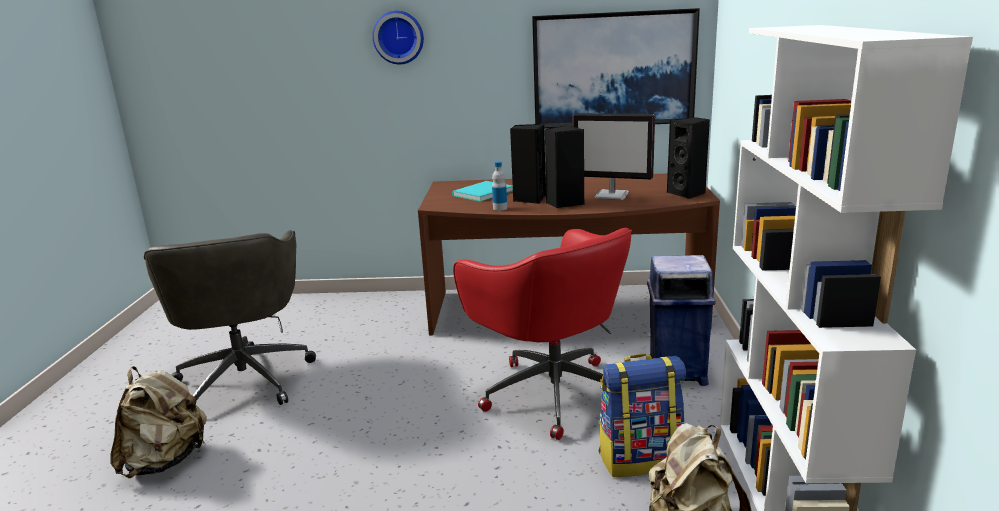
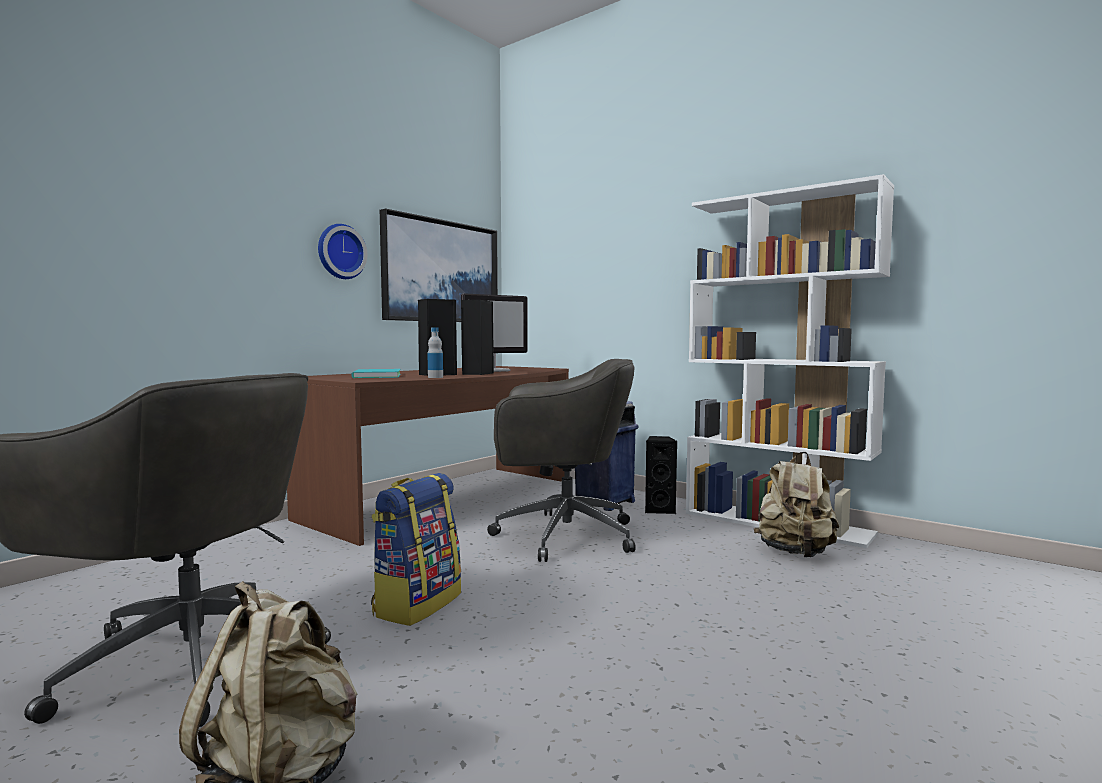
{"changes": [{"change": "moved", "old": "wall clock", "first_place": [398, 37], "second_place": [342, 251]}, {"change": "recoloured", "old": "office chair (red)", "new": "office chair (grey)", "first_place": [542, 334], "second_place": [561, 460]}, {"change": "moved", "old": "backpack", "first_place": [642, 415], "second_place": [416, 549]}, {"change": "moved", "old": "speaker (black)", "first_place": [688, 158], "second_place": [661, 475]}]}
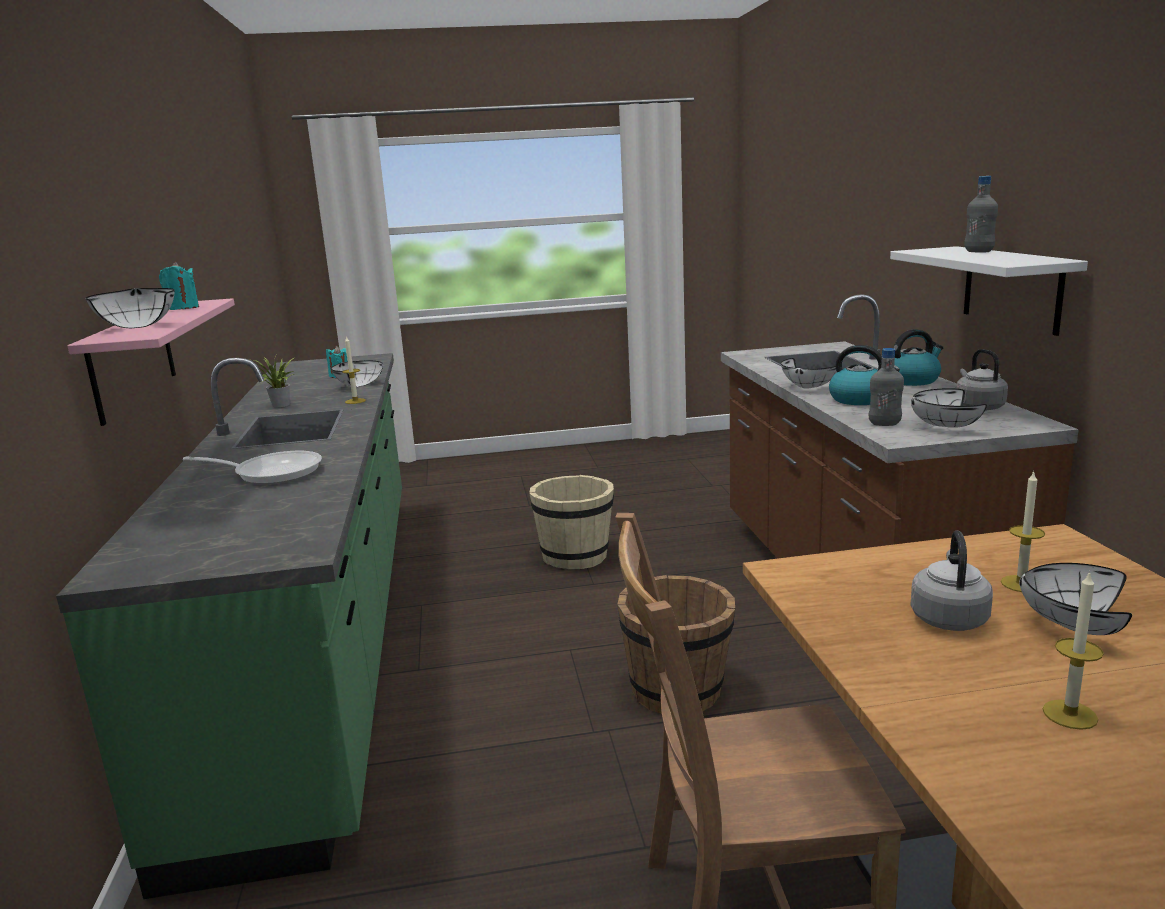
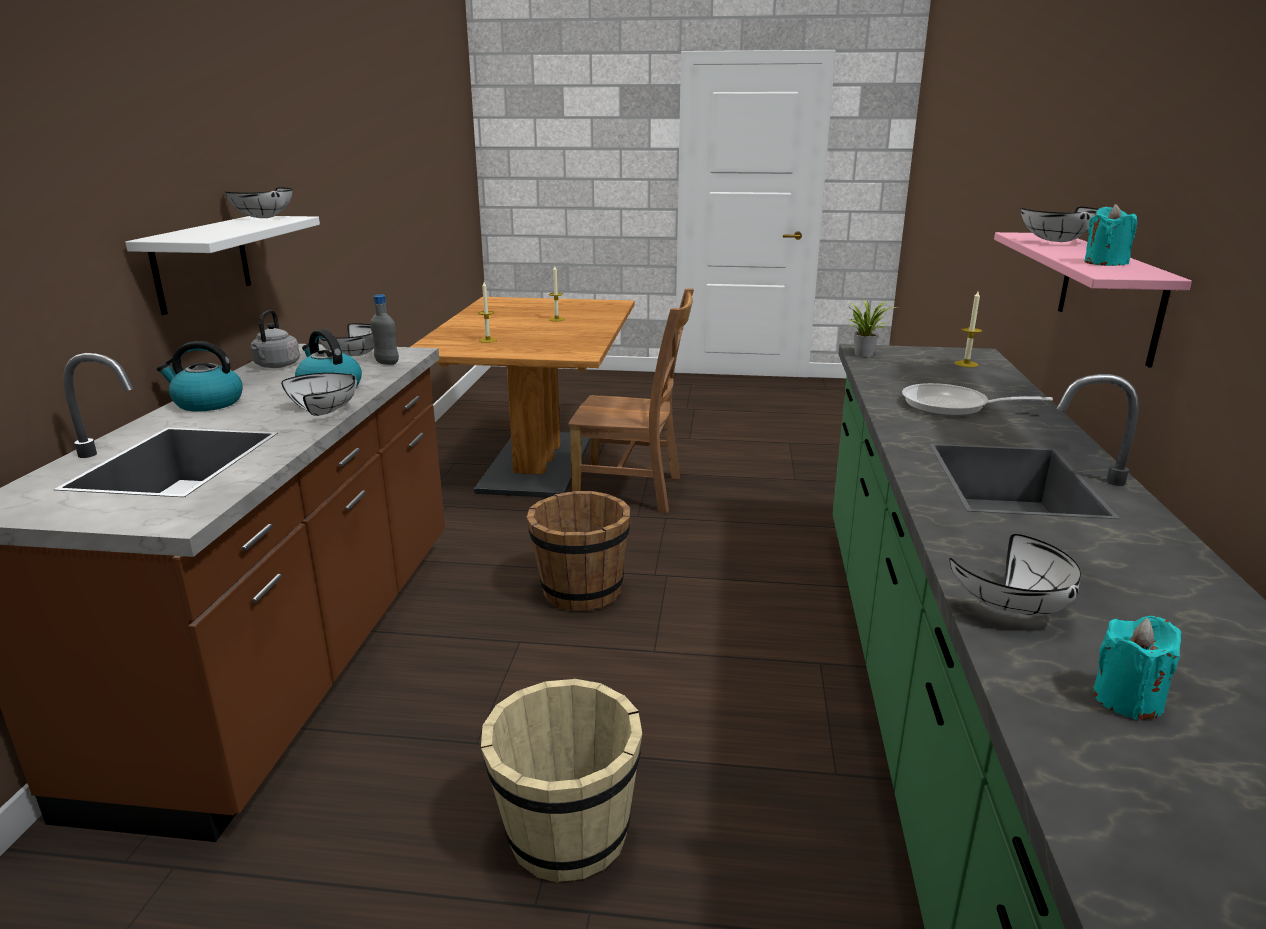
{"changes": [{"change": "moved", "old": "potted plant", "first_place": [274, 381], "second_place": [872, 328]}, {"change": "moved", "old": "candle", "first_place": [354, 370], "second_place": [968, 329]}, {"change": "removed", "old": "kettle (grey)", "first_place": [951, 581]}, {"change": "removed", "old": "bottle (grey)", "first_place": [981, 214]}, {"change": "moved", "old": "bowl (white)", "first_place": [1075, 599], "second_place": [258, 202]}]}
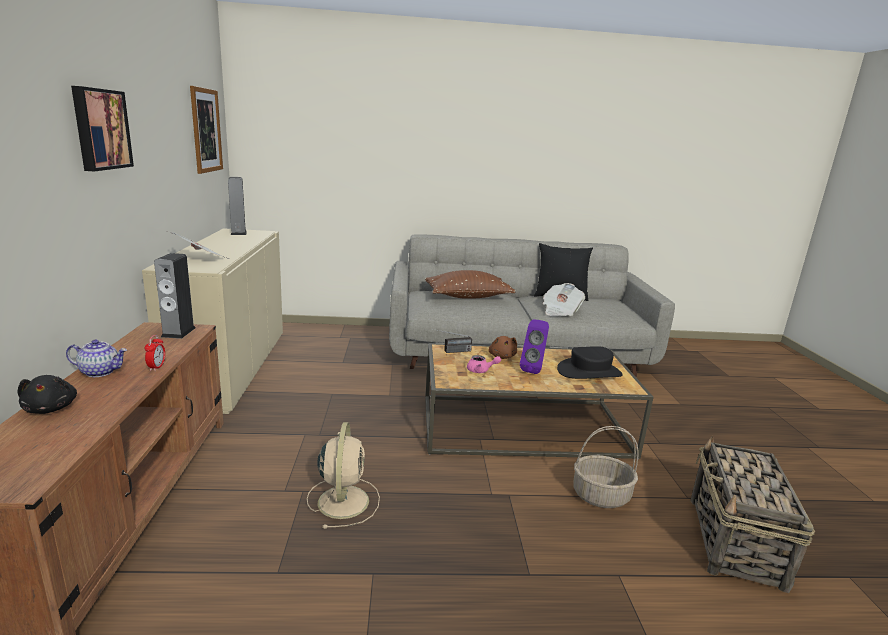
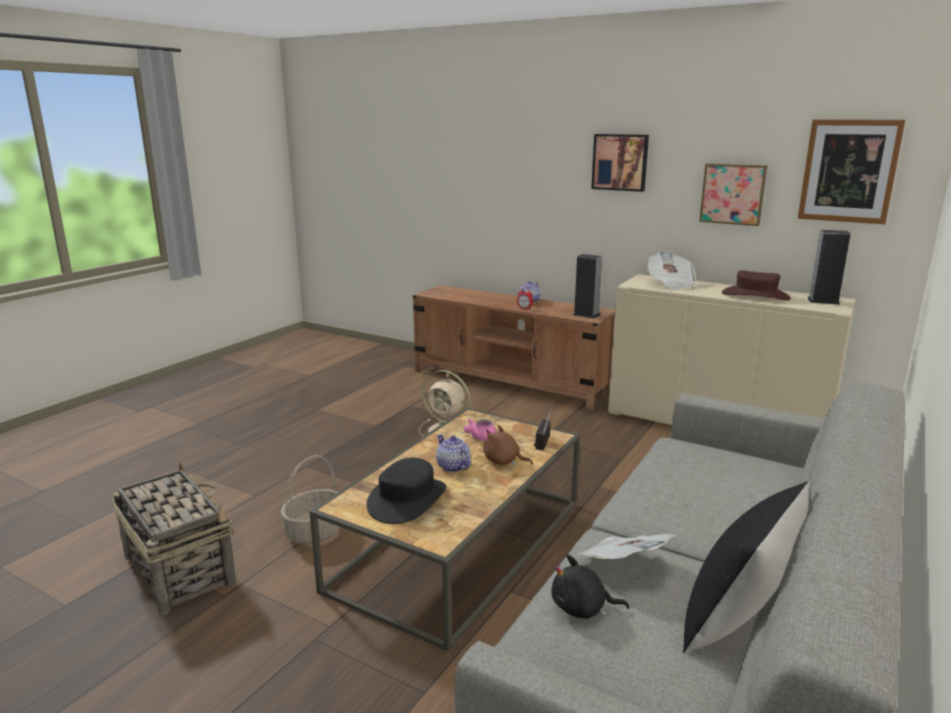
{"changes": [{"change": "moved", "old": "plush toy (black)", "first_place": [47, 394], "second_place": [590, 587]}, {"change": "removed", "old": "pillow (brown)", "first_place": [470, 284]}, {"change": "replaced", "old": "speaker (purple)", "new": "teapot", "first_place": [534, 346], "second_place": [453, 453]}, {"change": "added", "new": "picture", "second_place": [733, 194]}, {"change": "added", "new": "hat (brown)", "second_place": [756, 285]}]}
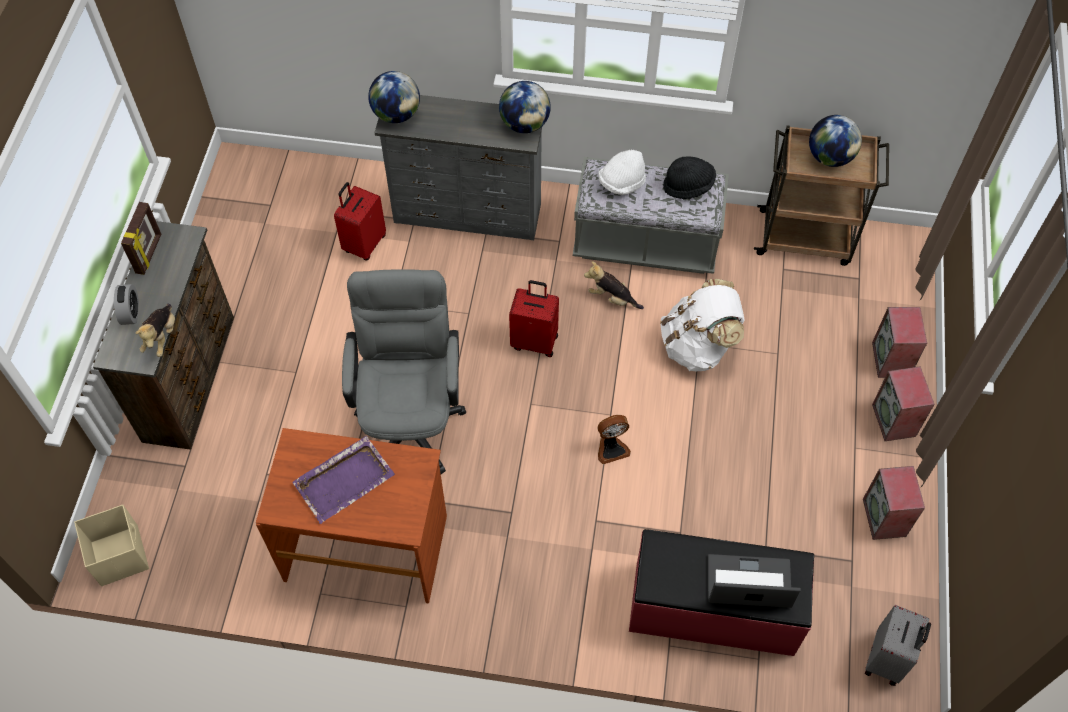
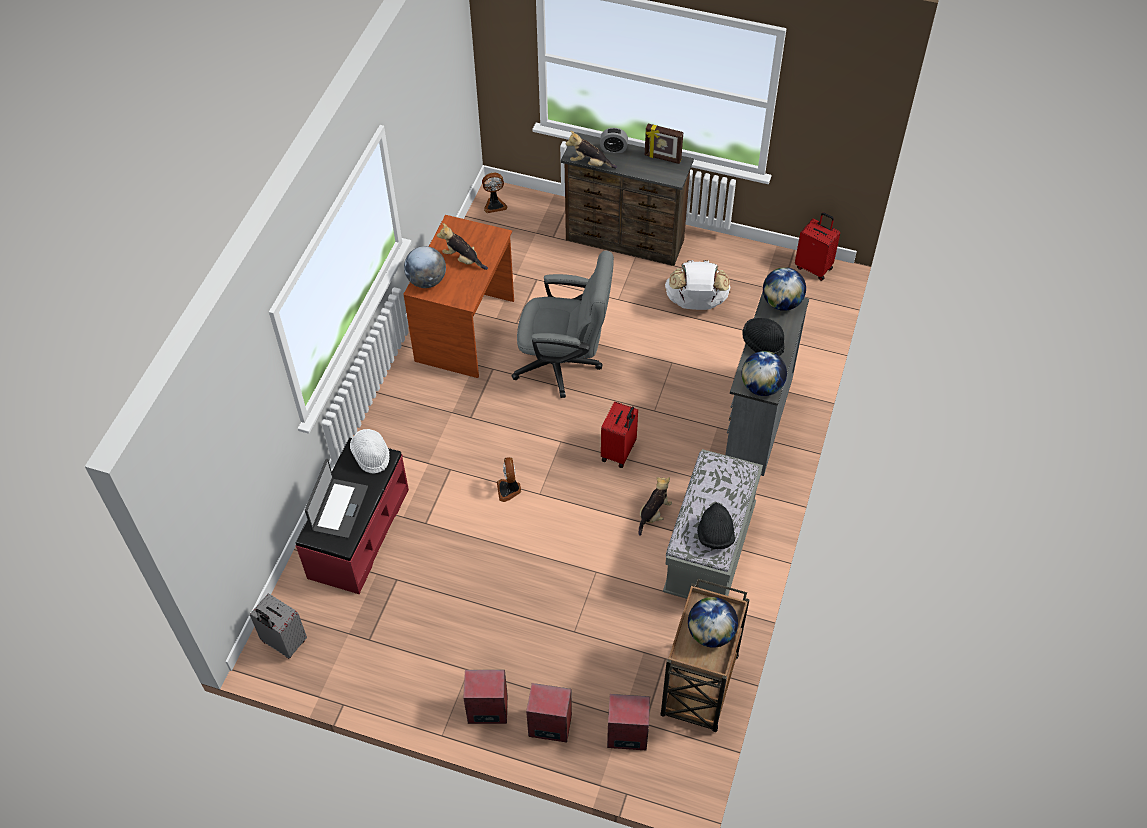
{"changes": [{"change": "replaced", "old": "storage box (beige)", "new": "fan", "first_place": [111, 545], "second_place": [495, 193]}, {"change": "replaced", "old": "tray (purple)", "new": "plush toy", "first_place": [343, 480], "second_place": [462, 246]}, {"change": "moved", "old": "suitcase (red)", "first_place": [360, 221], "second_place": [817, 246]}, {"change": "moved", "old": "hat (white)", "first_place": [622, 172], "second_place": [370, 451]}, {"change": "moved", "old": "backpack (white)", "first_place": [702, 325], "second_place": [698, 285]}, {"change": "moved", "old": "speaker", "first_place": [894, 503], "second_place": [628, 722]}, {"change": "added", "new": "globe", "second_place": [425, 267]}, {"change": "added", "new": "hat (black)", "second_place": [763, 337]}]}
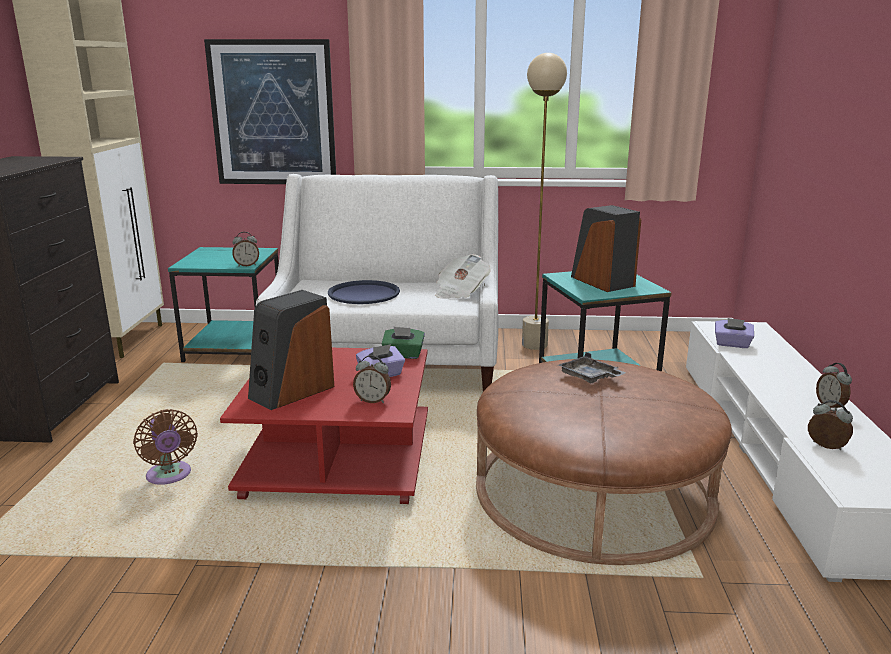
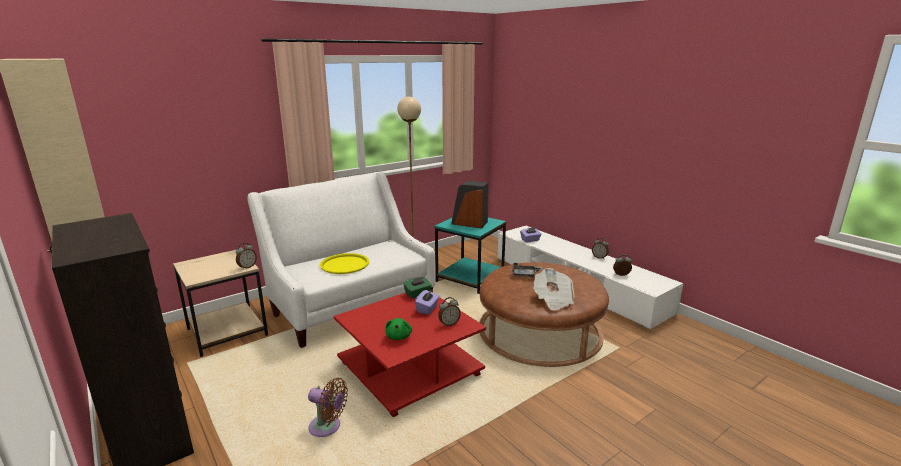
{"changes": [{"change": "recoloured", "old": "side table (turquoise)", "new": "side table (beige)", "first_place": [223, 304], "second_place": [220, 303]}, {"change": "removed", "old": "picture", "first_place": [270, 111]}, {"change": "replaced", "old": "speaker", "new": "plush toy (green)", "first_place": [291, 350], "second_place": [399, 329]}, {"change": "recoloured", "old": "tray (blue)", "new": "tray (yellow)", "first_place": [364, 292], "second_place": [344, 263]}, {"change": "moved", "old": "newspaper", "first_place": [462, 276], "second_place": [553, 289]}]}
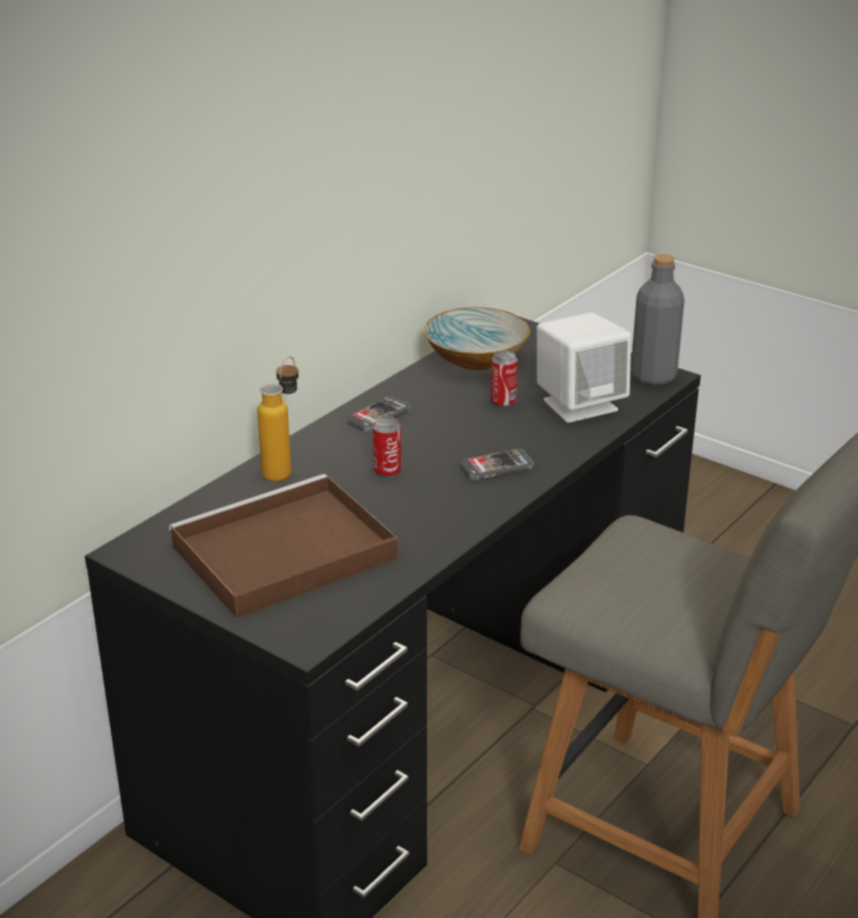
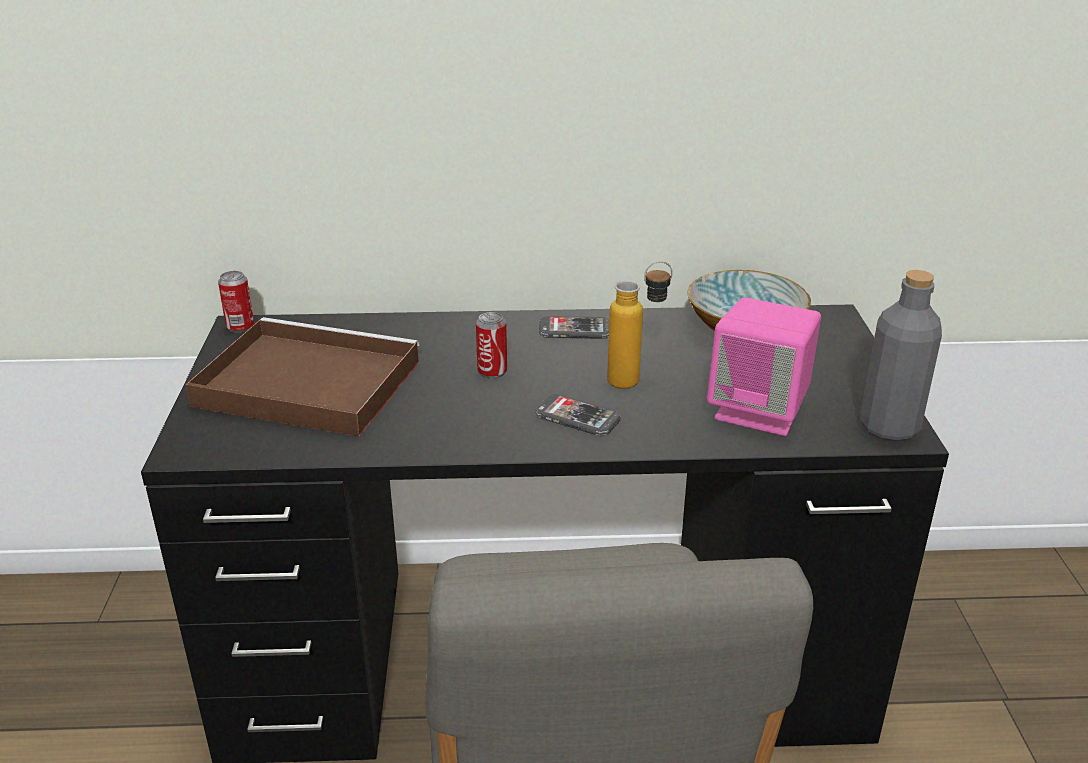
{"changes": [{"change": "moved", "old": "bottle", "first_place": [278, 419], "second_place": [640, 325]}, {"change": "moved", "old": "can", "first_place": [504, 379], "second_place": [236, 302]}, {"change": "recoloured", "old": "speaker (white)", "new": "speaker (pink)", "first_place": [584, 368], "second_place": [764, 366]}]}
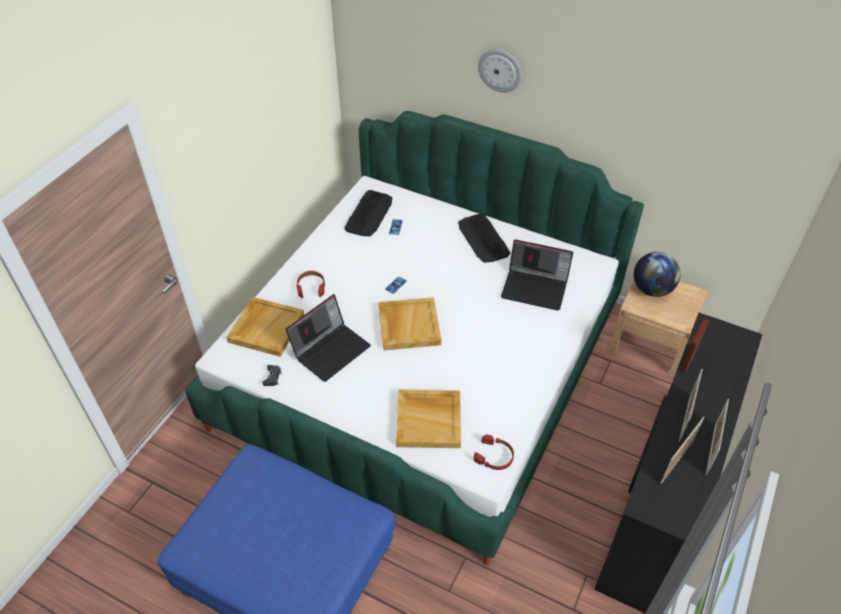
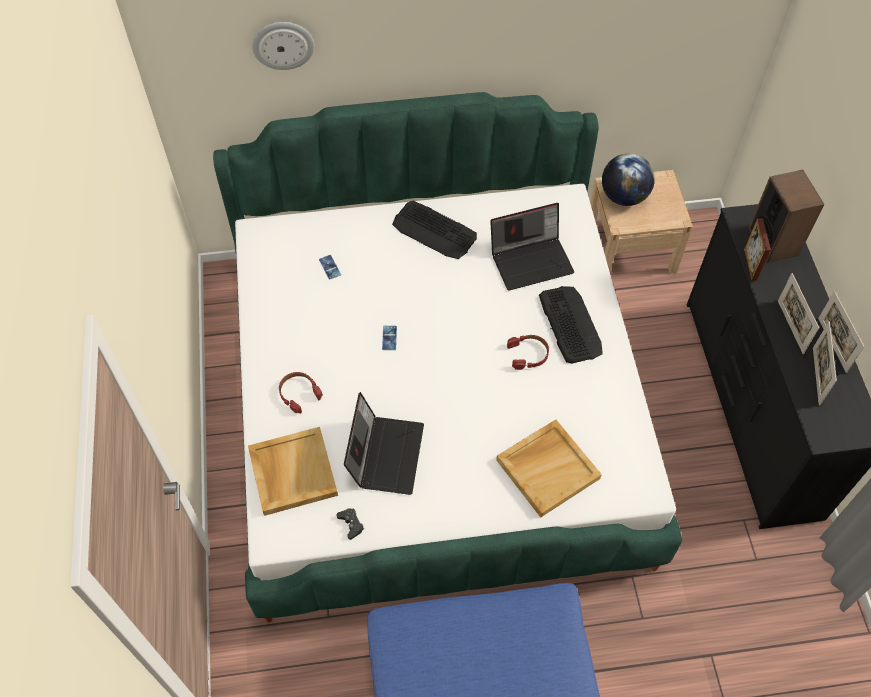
{"changes": [{"change": "moved", "old": "keyboard", "first_place": [368, 213], "second_place": [571, 325]}, {"change": "removed", "old": "tray (beige)", "first_place": [409, 323]}, {"change": "moved", "old": "headphones (red)", "first_place": [494, 452], "second_place": [528, 352]}, {"change": "moved", "old": "wall clock", "first_place": [500, 71], "second_place": [283, 46]}, {"change": "added", "new": "speaker", "second_place": [786, 216]}]}
